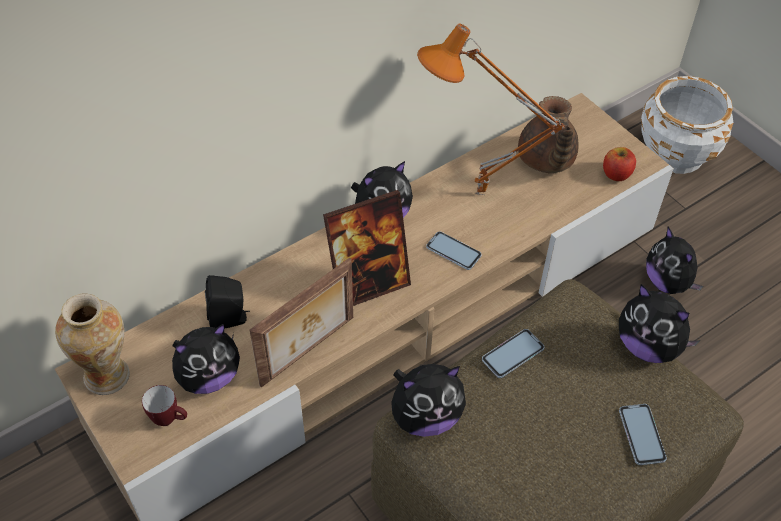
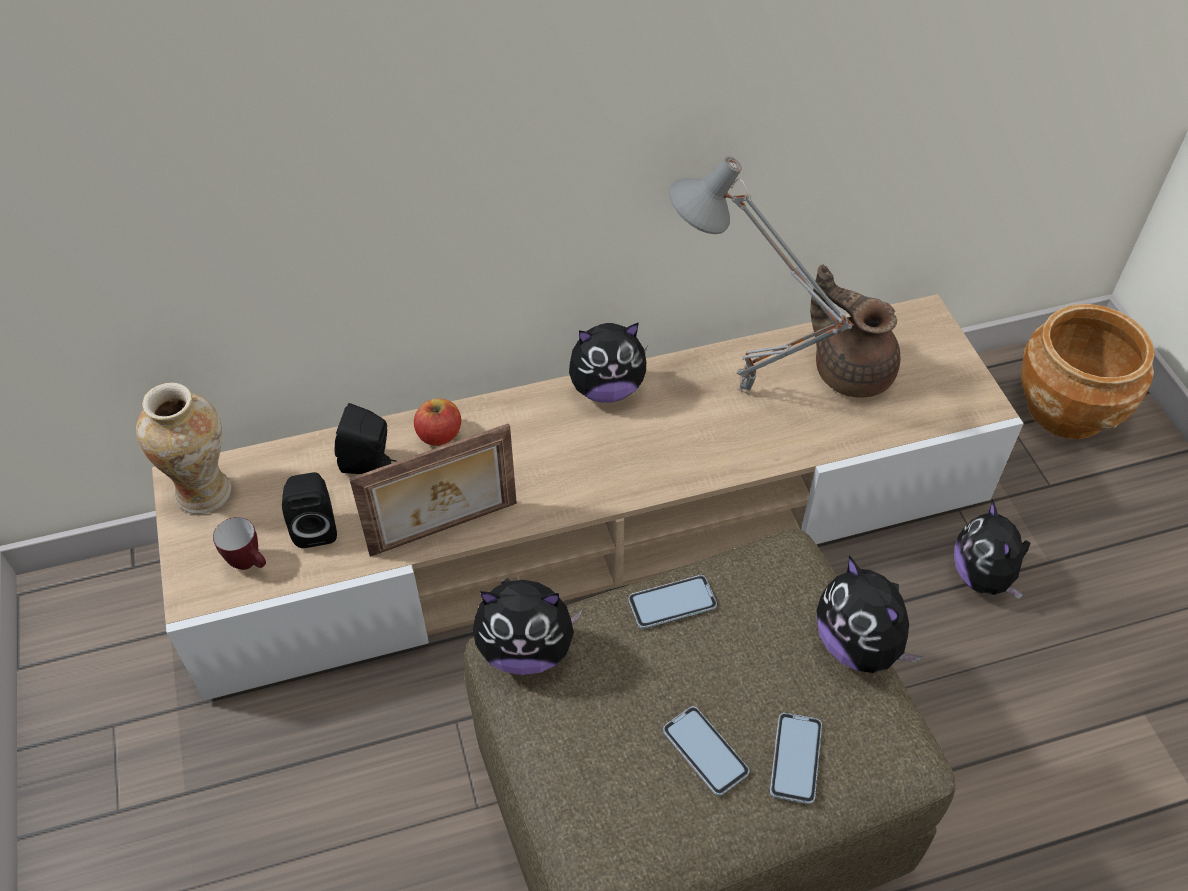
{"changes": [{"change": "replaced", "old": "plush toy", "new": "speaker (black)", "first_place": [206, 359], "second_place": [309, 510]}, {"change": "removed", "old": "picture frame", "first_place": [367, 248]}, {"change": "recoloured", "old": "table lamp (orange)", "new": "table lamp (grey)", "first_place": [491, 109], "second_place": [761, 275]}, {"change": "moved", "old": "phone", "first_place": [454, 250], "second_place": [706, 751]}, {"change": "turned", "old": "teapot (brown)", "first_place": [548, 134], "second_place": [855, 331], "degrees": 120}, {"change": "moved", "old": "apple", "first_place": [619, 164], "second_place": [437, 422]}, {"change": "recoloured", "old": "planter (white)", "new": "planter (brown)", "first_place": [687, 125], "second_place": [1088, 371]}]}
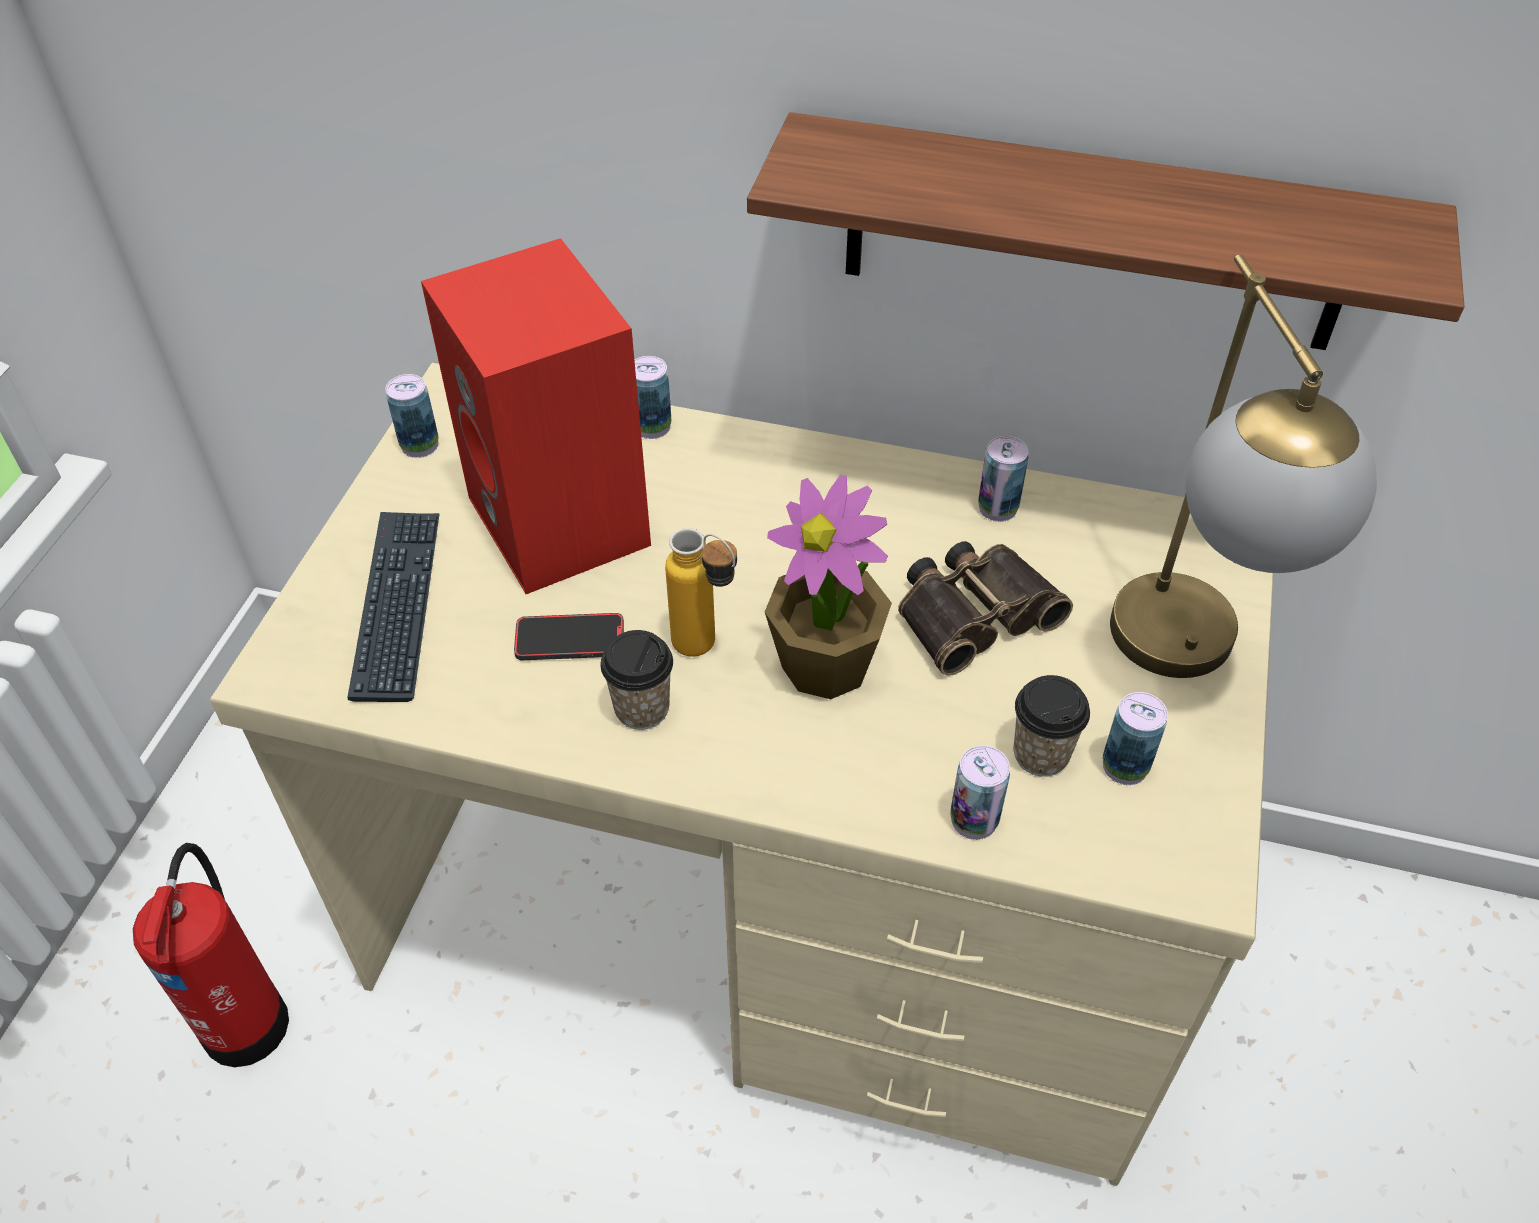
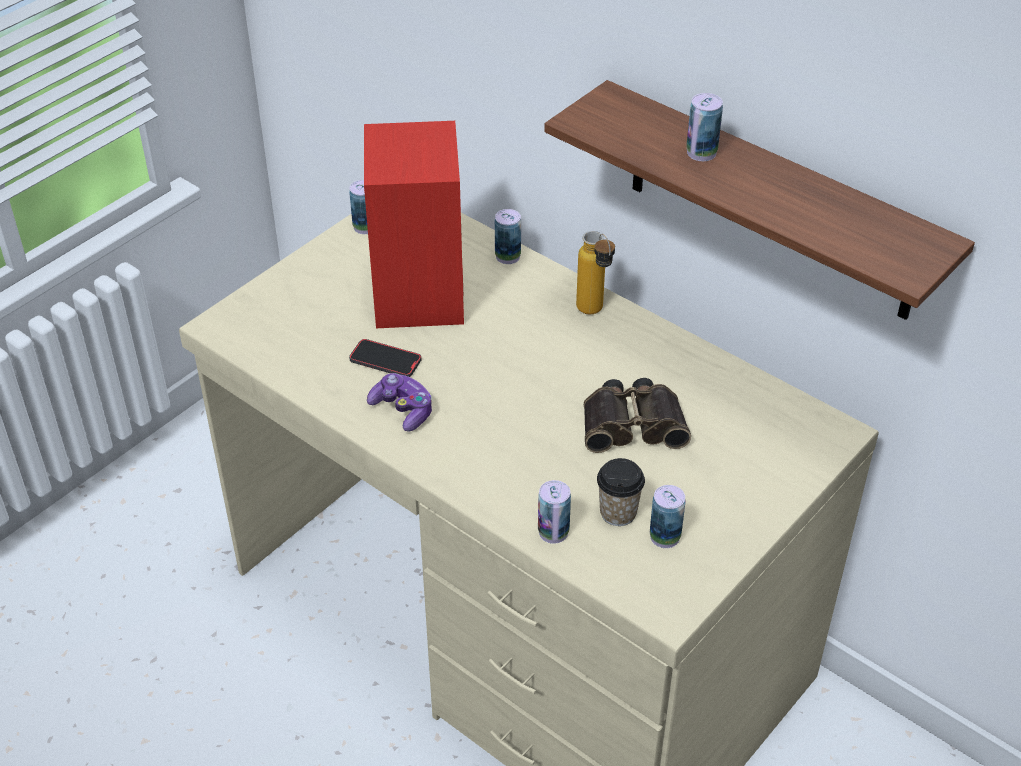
{"changes": [{"change": "removed", "old": "fire extinguisher", "first_place": [211, 955]}, {"change": "removed", "old": "keyboard", "first_place": [394, 607]}, {"change": "replaced", "old": "cup", "new": "game controller", "first_place": [636, 680], "second_place": [399, 402]}, {"change": "moved", "old": "bottle", "first_place": [701, 592], "second_place": [595, 272]}, {"change": "removed", "old": "potted plant", "first_place": [828, 587]}, {"change": "moved", "old": "can", "first_place": [1003, 479], "second_place": [704, 127]}, {"change": "removed", "old": "table lamp", "first_place": [1243, 466]}]}
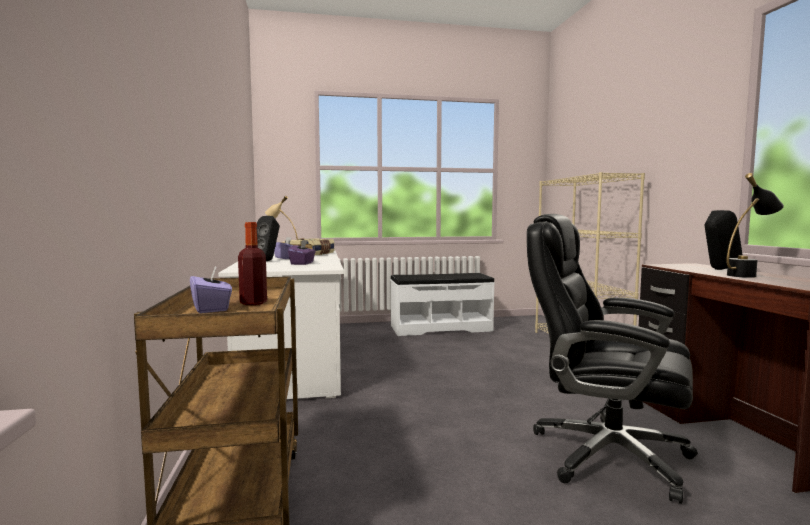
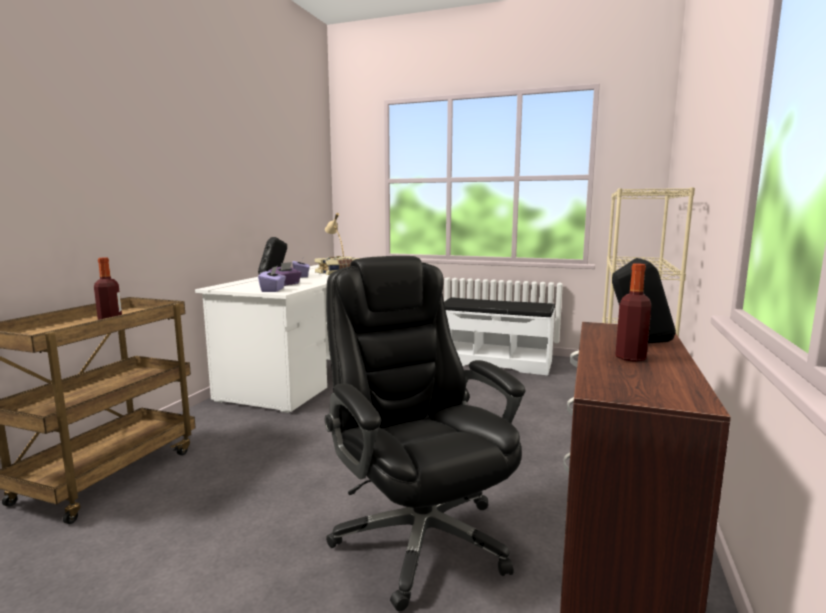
{"changes": [{"change": "moved", "old": "tissue box (purple)", "first_place": [211, 289], "second_place": [272, 279]}, {"change": "replaced", "old": "table lamp (black)", "new": "bottle", "first_place": [755, 225], "second_place": [633, 312]}]}
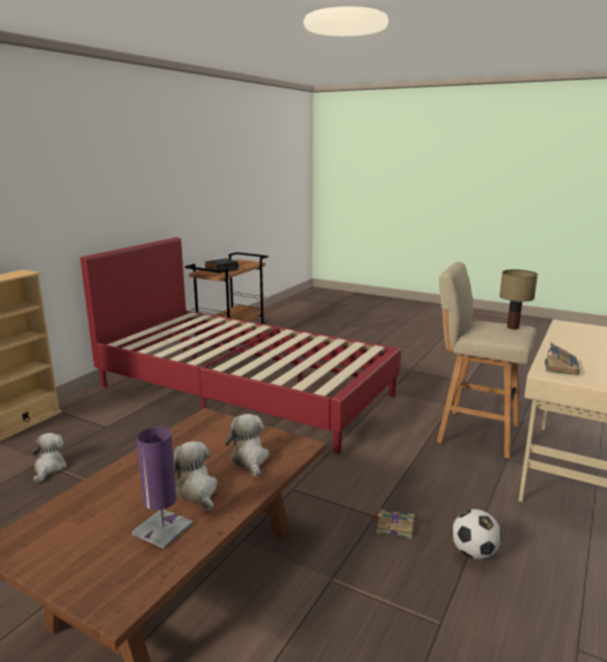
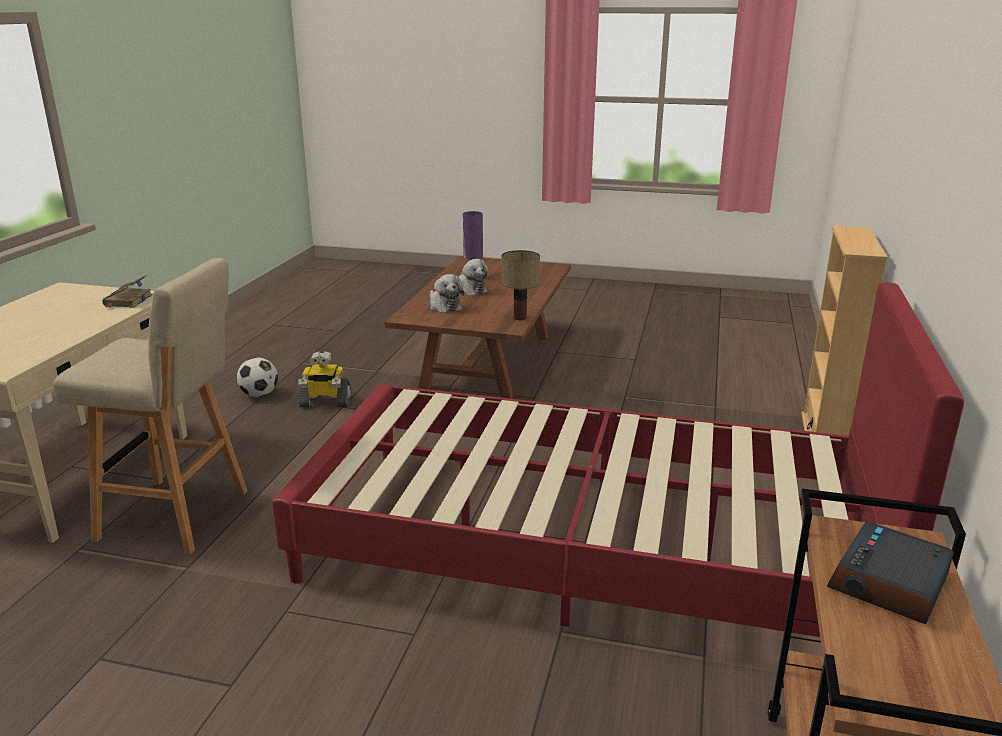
{"changes": [{"change": "removed", "old": "plush toy", "first_place": [49, 458]}, {"change": "replaced", "old": "book", "new": "toy robot", "first_place": [393, 524], "second_place": [324, 379]}, {"change": "moved", "old": "table lamp", "first_place": [519, 299], "second_place": [520, 285]}]}
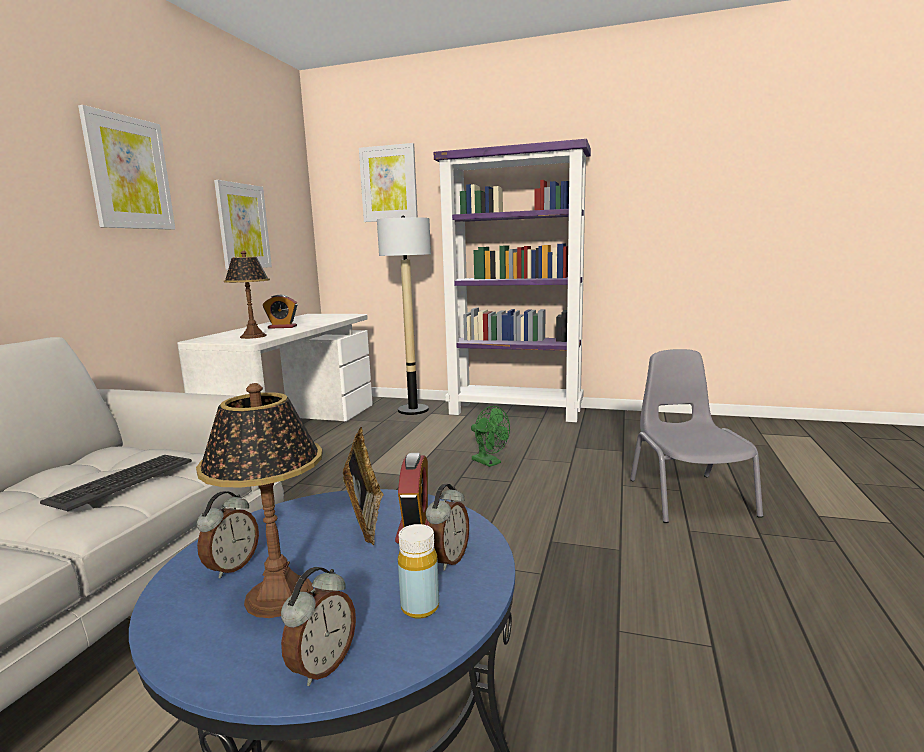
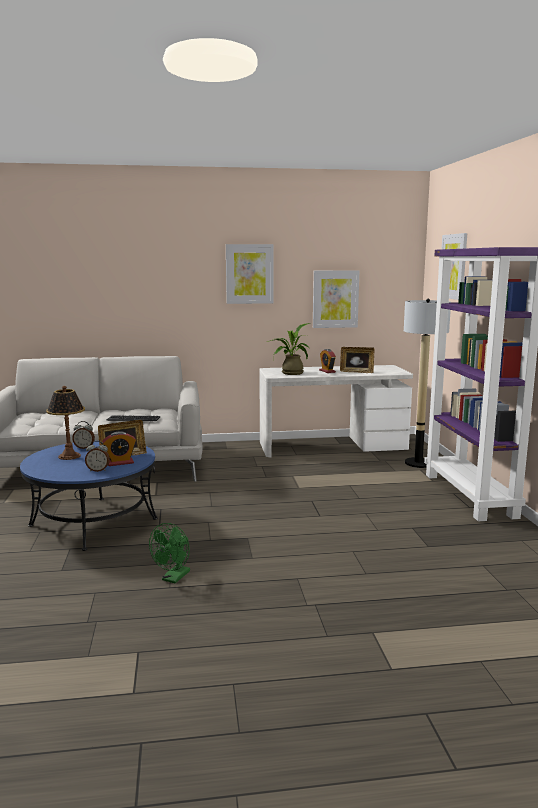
{"changes": [{"change": "replaced", "old": "table lamp", "new": "potted plant", "first_place": [247, 295], "second_place": [289, 349]}, {"change": "removed", "old": "alarm clock", "first_place": [318, 626]}, {"change": "removed", "old": "bottle (yellow)", "first_place": [418, 571]}, {"change": "moved", "old": "fan (green)", "first_place": [490, 436], "second_place": [169, 553]}, {"change": "removed", "old": "chair (grey)", "first_place": [696, 436]}, {"change": "added", "new": "picture frame", "second_place": [357, 360]}]}
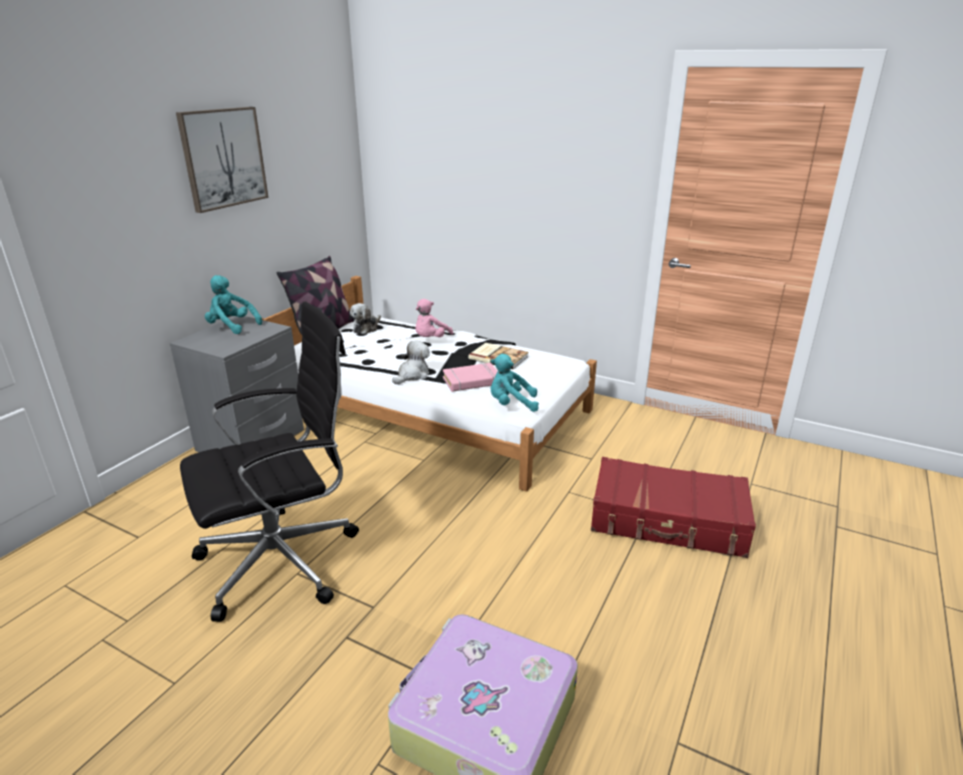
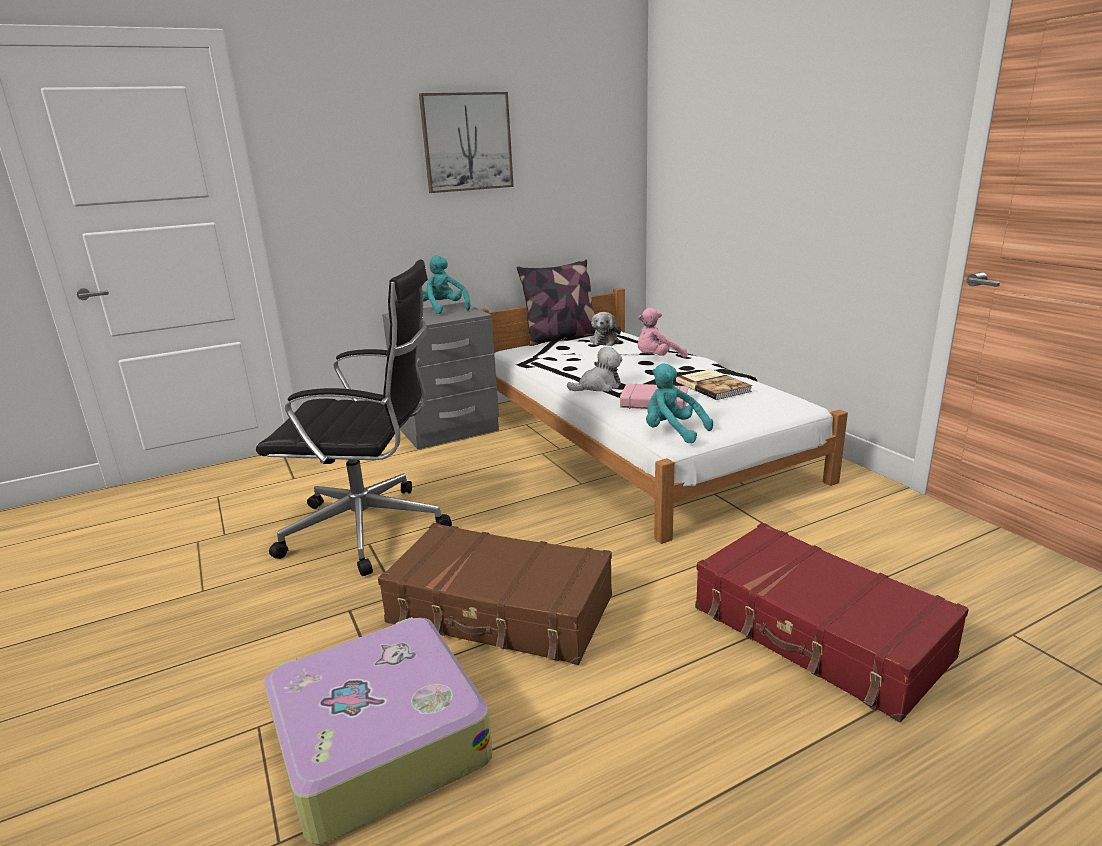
{"changes": [{"change": "turned", "old": "plush toy", "first_place": [365, 318], "second_place": [605, 329], "degrees": -45}, {"change": "added", "new": "suitcase (brown)", "second_place": [495, 594]}]}
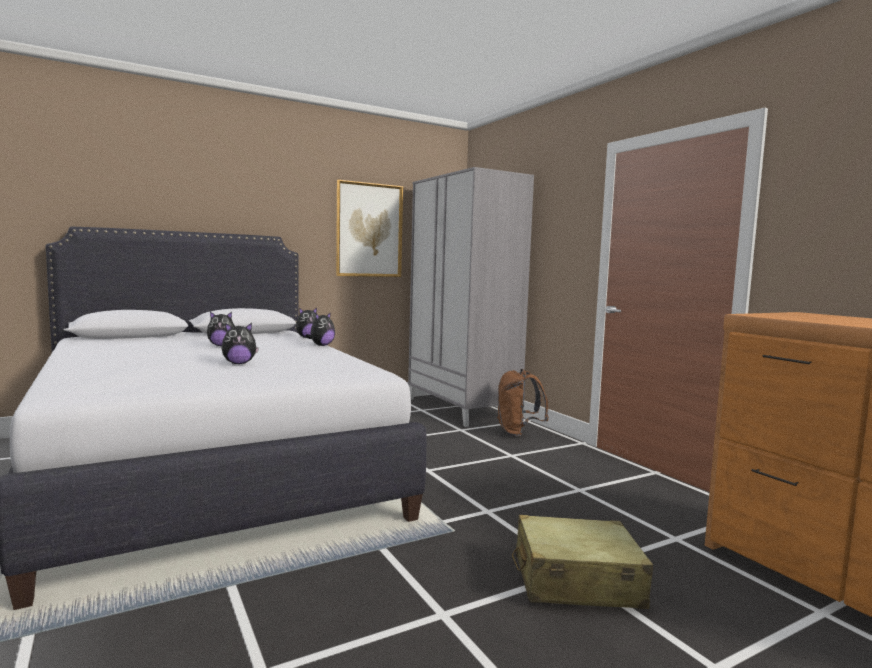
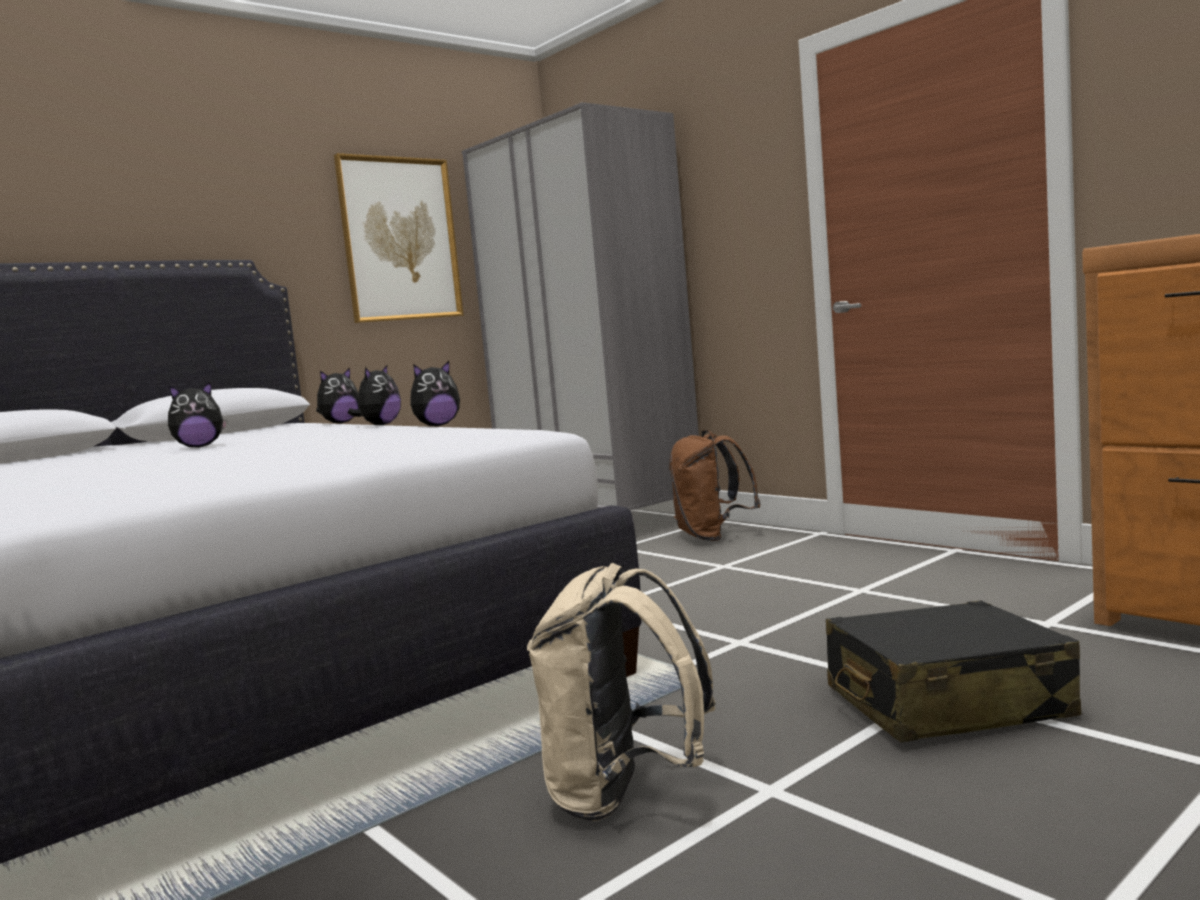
{"changes": [{"change": "moved", "old": "plush toy", "first_place": [240, 343], "second_place": [435, 393]}, {"change": "recoloured", "old": "suitcase (beige)", "new": "suitcase (black)", "first_place": [582, 562], "second_place": [953, 671]}, {"change": "added", "new": "backpack (beige)", "second_place": [621, 692]}]}
